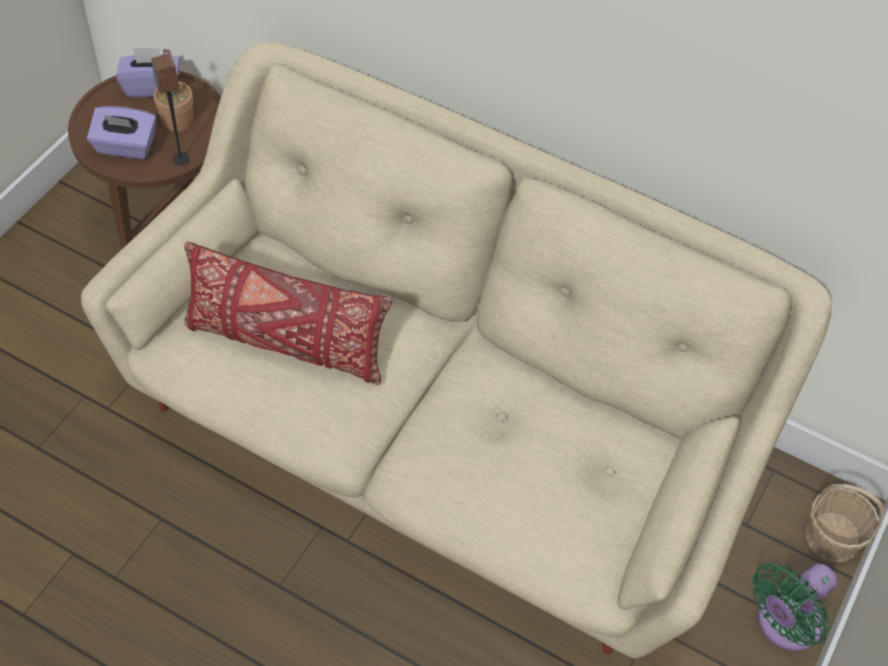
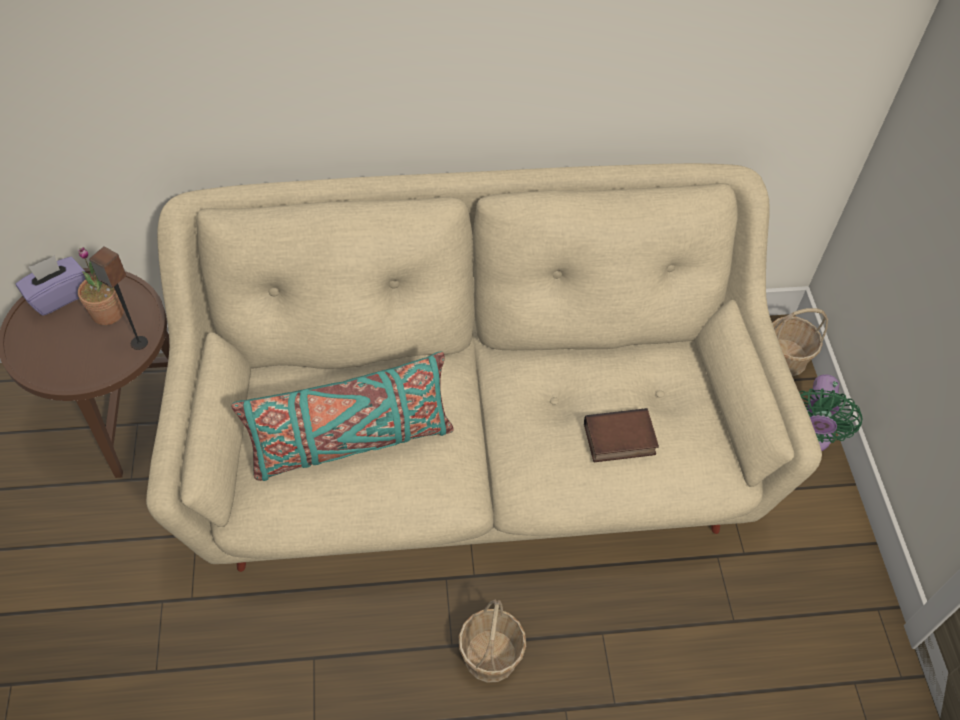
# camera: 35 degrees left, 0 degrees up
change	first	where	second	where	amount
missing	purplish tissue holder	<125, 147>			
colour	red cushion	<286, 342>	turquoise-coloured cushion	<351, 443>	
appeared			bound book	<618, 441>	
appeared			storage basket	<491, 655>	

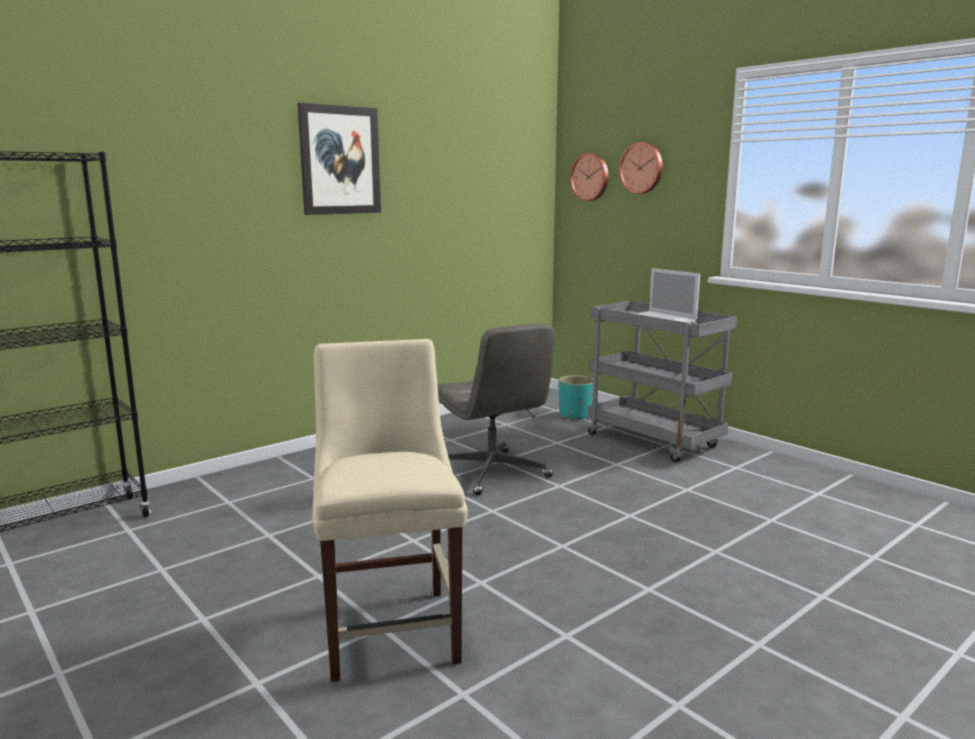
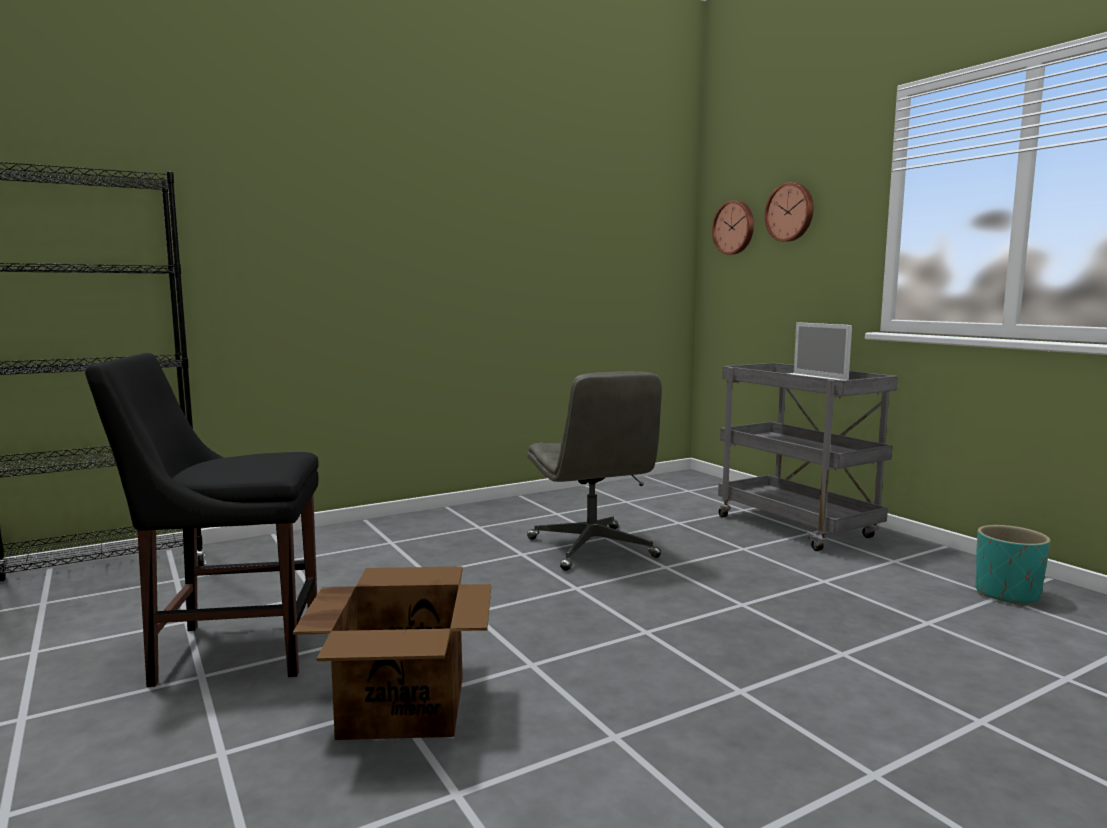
# camera: 10 degrees right, 5 degrees down
change	first	where	second	where	amount
missing	wall art	<340, 160>			
exchanged	sand-coloured upright chair	<391, 627>	carton	<404, 705>	
relocated	turquoise-coloured plant pot	<575, 415>		<1007, 595>	
appeared			blackish upright chair	<230, 650>	

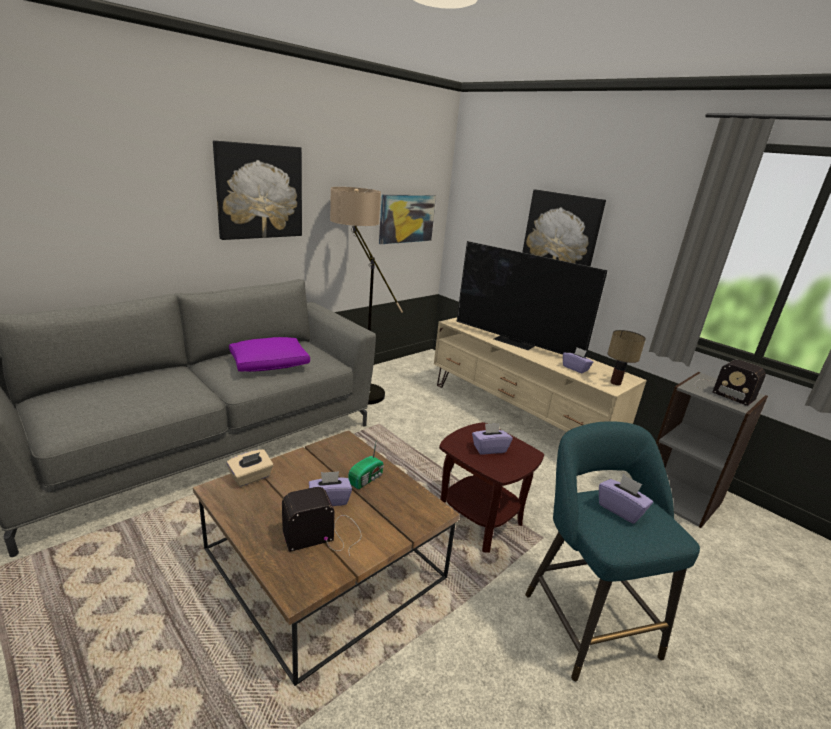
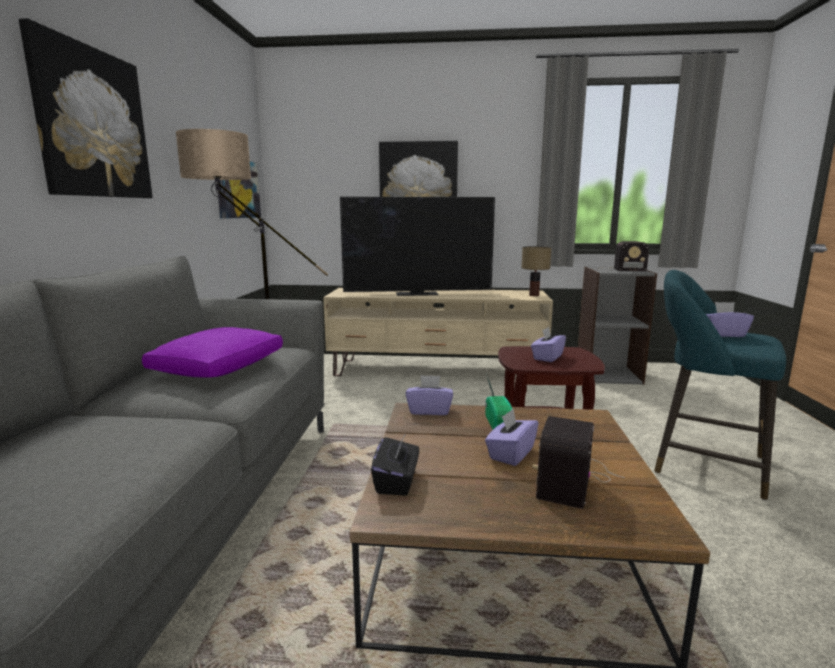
# camera: 40 degrees left, 10 degrees down
change	first	where	second	where	amount
relocated	purplish tissue holder	<575, 368>		<429, 410>	
colour	sand-coloured tissue holder	<251, 477>	blackish tissue holder	<397, 482>	

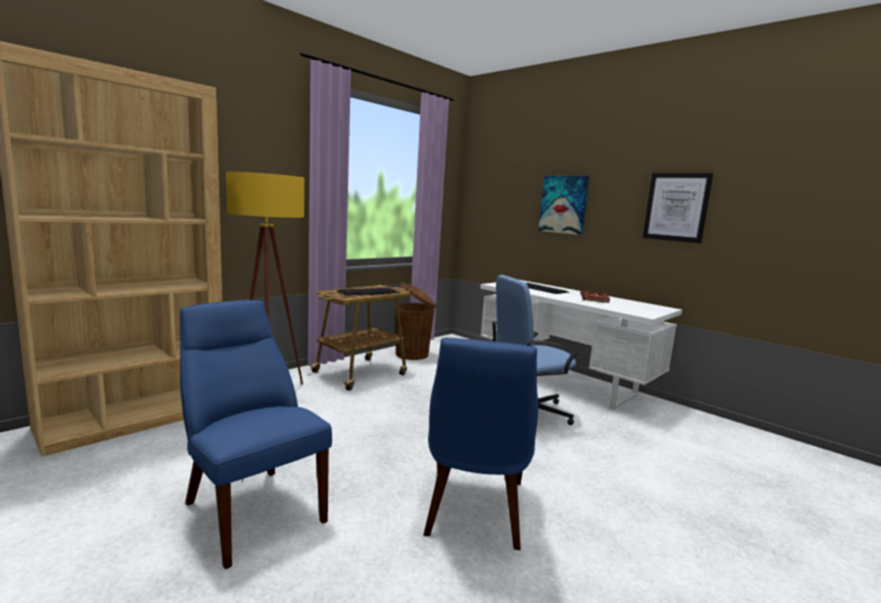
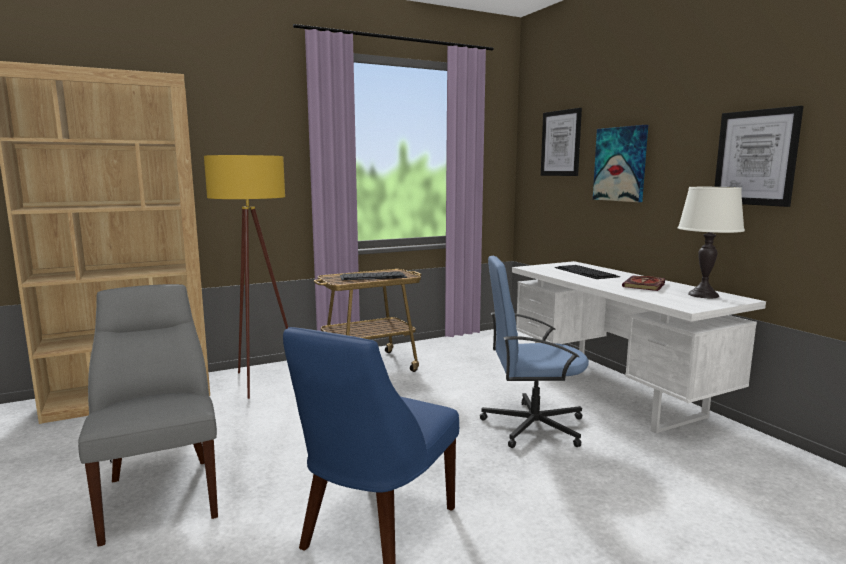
# camera: 20 degrees right, 0 degrees up
change	first	where	second	where	amount
missing	brownish rubbish bin	<413, 354>			
colour	blue upright chair	<251, 509>	gray upright chair	<161, 494>	
appeared			wall art	<561, 143>	
appeared			white-coloured lamp for a table	<703, 295>	

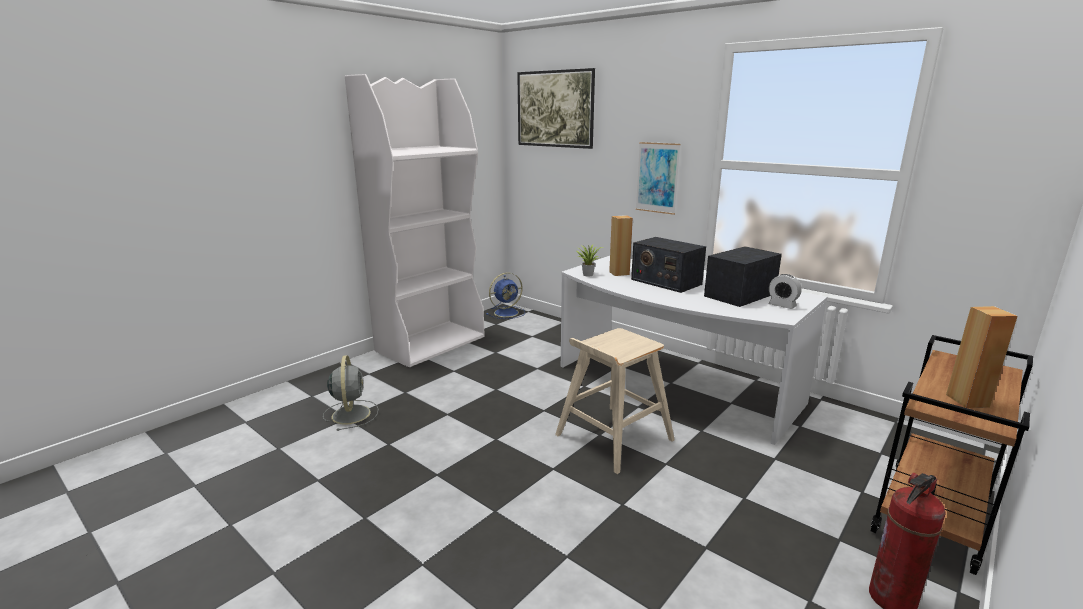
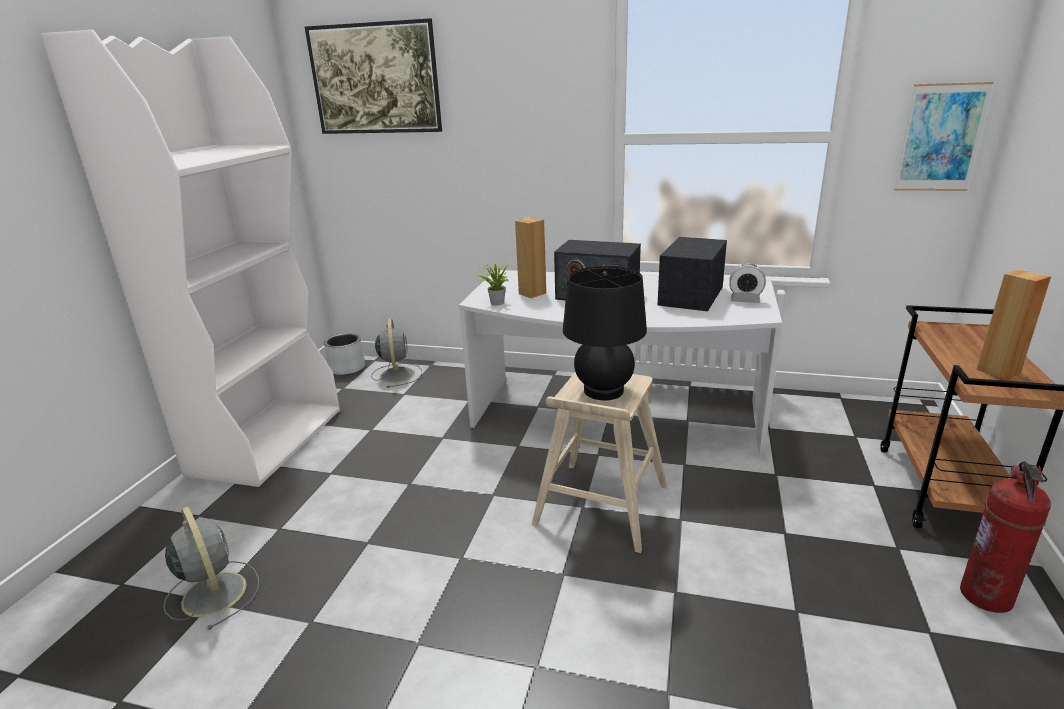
# camera: 25 degrees left, 5 degrees up
change	first	where	second	where	amount
relocated	wall art	<657, 178>		<940, 138>	
exchanged	blue electric fan	<507, 312>	gray plant pot	<347, 368>	
appeared			blackish lamp for a table	<603, 391>	
appeared			gray electric fan	<397, 374>	

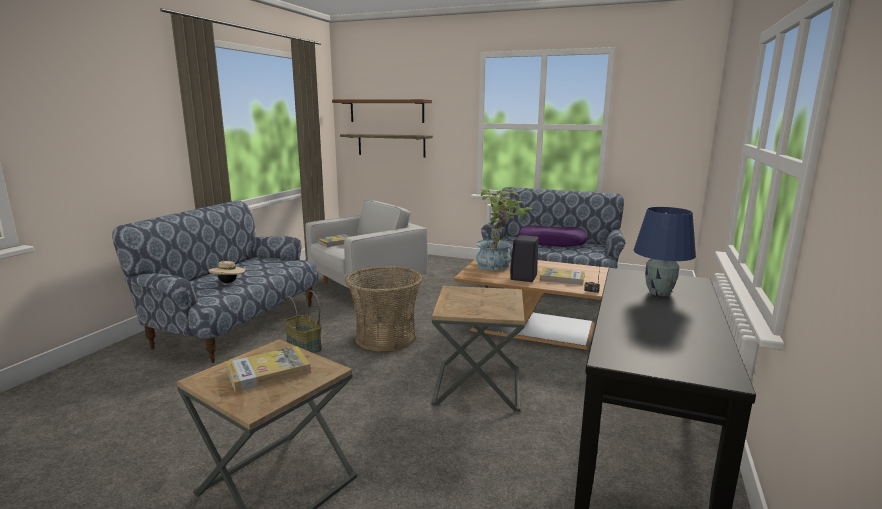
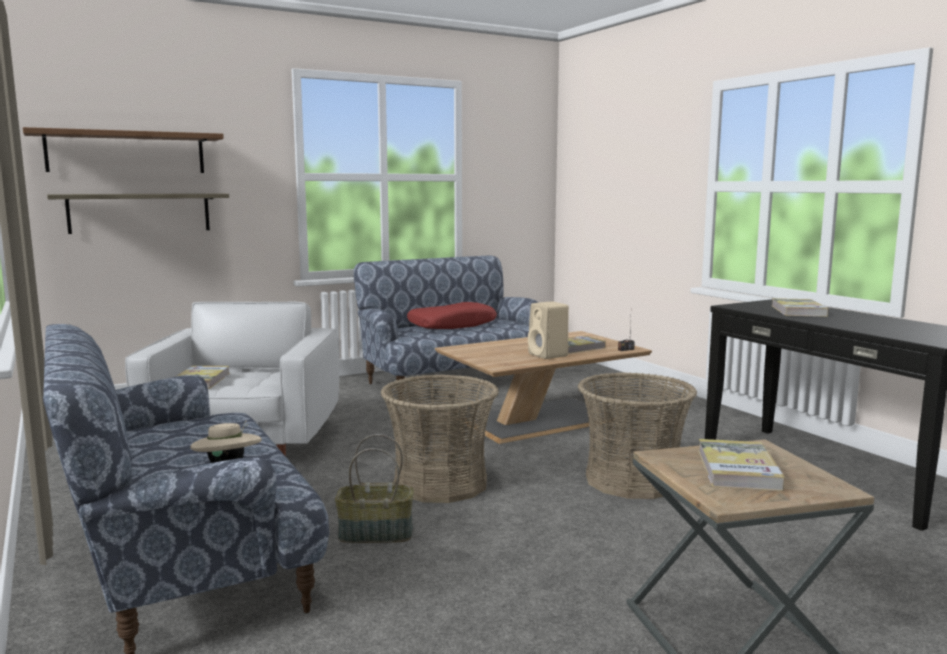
# camera: 50 degrees left, 5 degrees down
change	first	where	second	where	amount
missing	houseplant	<498, 265>			
exchanged	blue lamp for a table	<658, 293>	bound book	<798, 311>	
colour	purplish cushion	<551, 243>	red cushion	<452, 325>	
colour	blackish audio speaker	<523, 278>	sand-coloured audio speaker	<549, 355>	
exchanged	brownish accent table	<477, 386>	storage basket	<632, 480>	

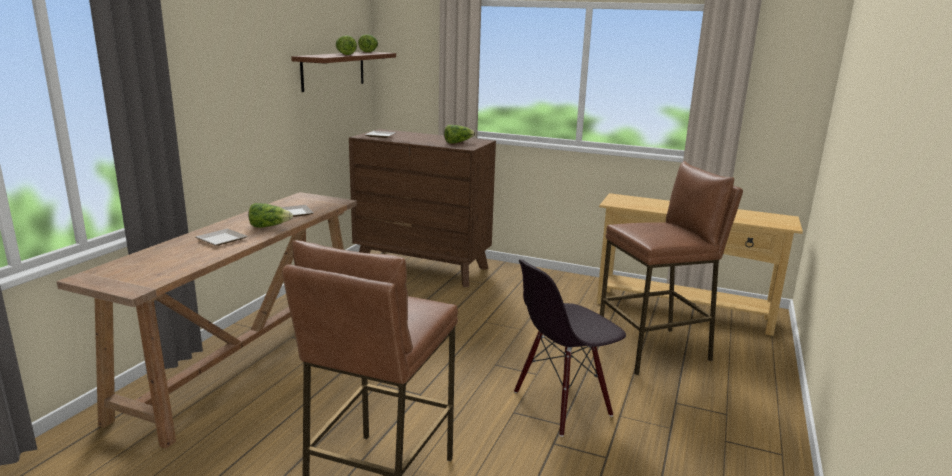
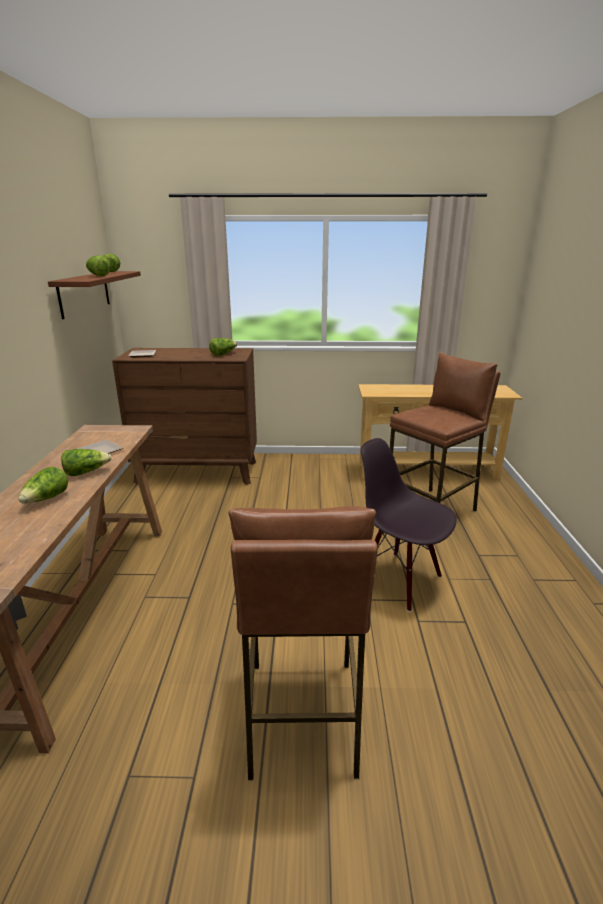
# camera: 20 degrees left, 5 degrees up
change	first	where	second	where	amount
exchanged	plate	<224, 239>	head of lettuce	<46, 499>	
spun	blackish upright chair	<562, 405>		<399, 581>	90 degrees clockwise

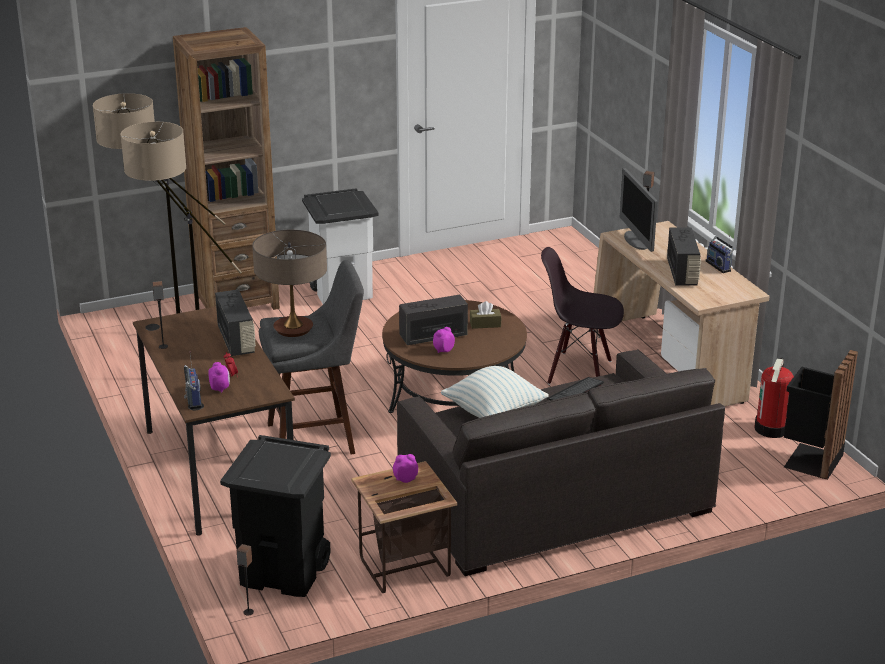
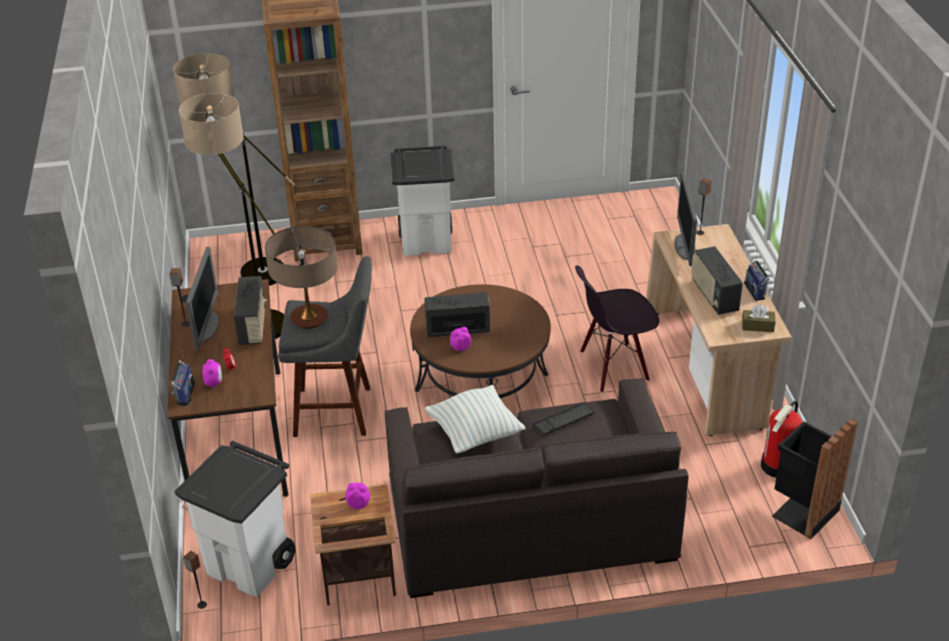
# camera: 15 degrees right, 10 degrees up
change	first	where	second	where	amount
spun	radio receiver	<682, 273>		<713, 296>	150 degrees clockwise
spun	blackish upright chair	<579, 371>		<613, 367>	45 degrees counterclockwise
relocated	brownish tissue holder	<485, 324>		<757, 326>	
colour	blackish rubbish bin	<285, 572>	white-coloured rubbish bin	<251, 565>	
appeared			monitor	<207, 327>	

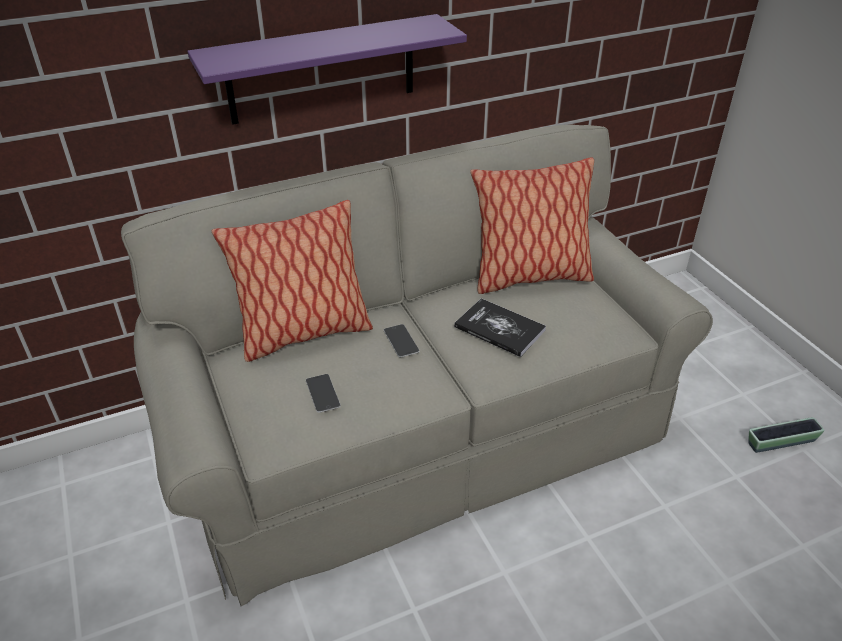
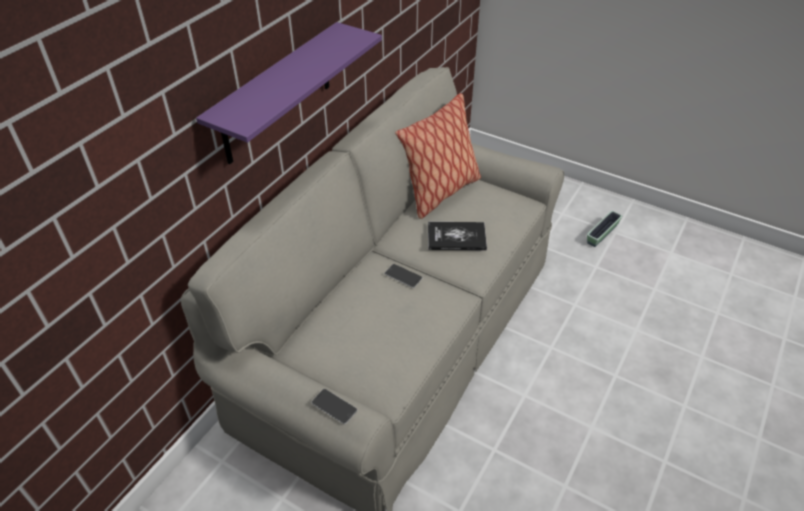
# camera: 35 degrees left, 5 degrees up
change	first	where	second	where	amount
missing	cushion	<304, 334>			
relocated	handset	<322, 393>		<334, 406>	

